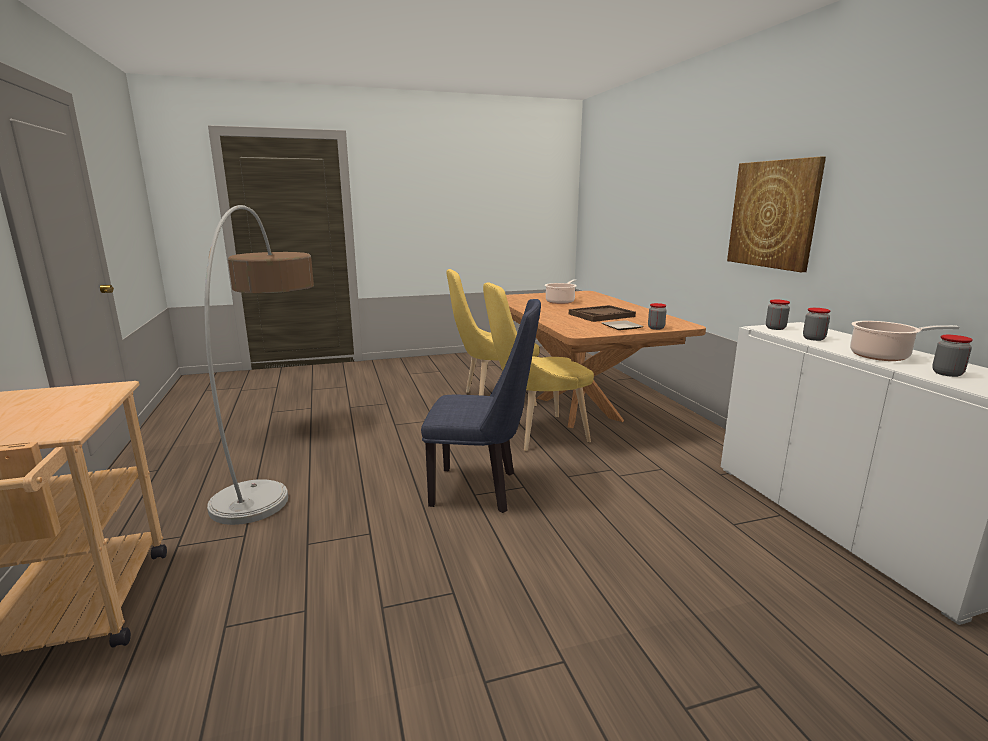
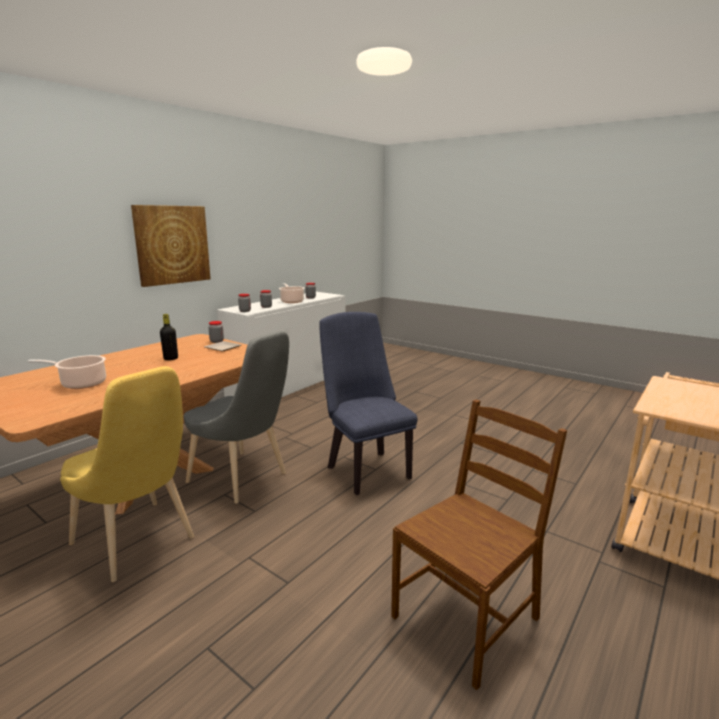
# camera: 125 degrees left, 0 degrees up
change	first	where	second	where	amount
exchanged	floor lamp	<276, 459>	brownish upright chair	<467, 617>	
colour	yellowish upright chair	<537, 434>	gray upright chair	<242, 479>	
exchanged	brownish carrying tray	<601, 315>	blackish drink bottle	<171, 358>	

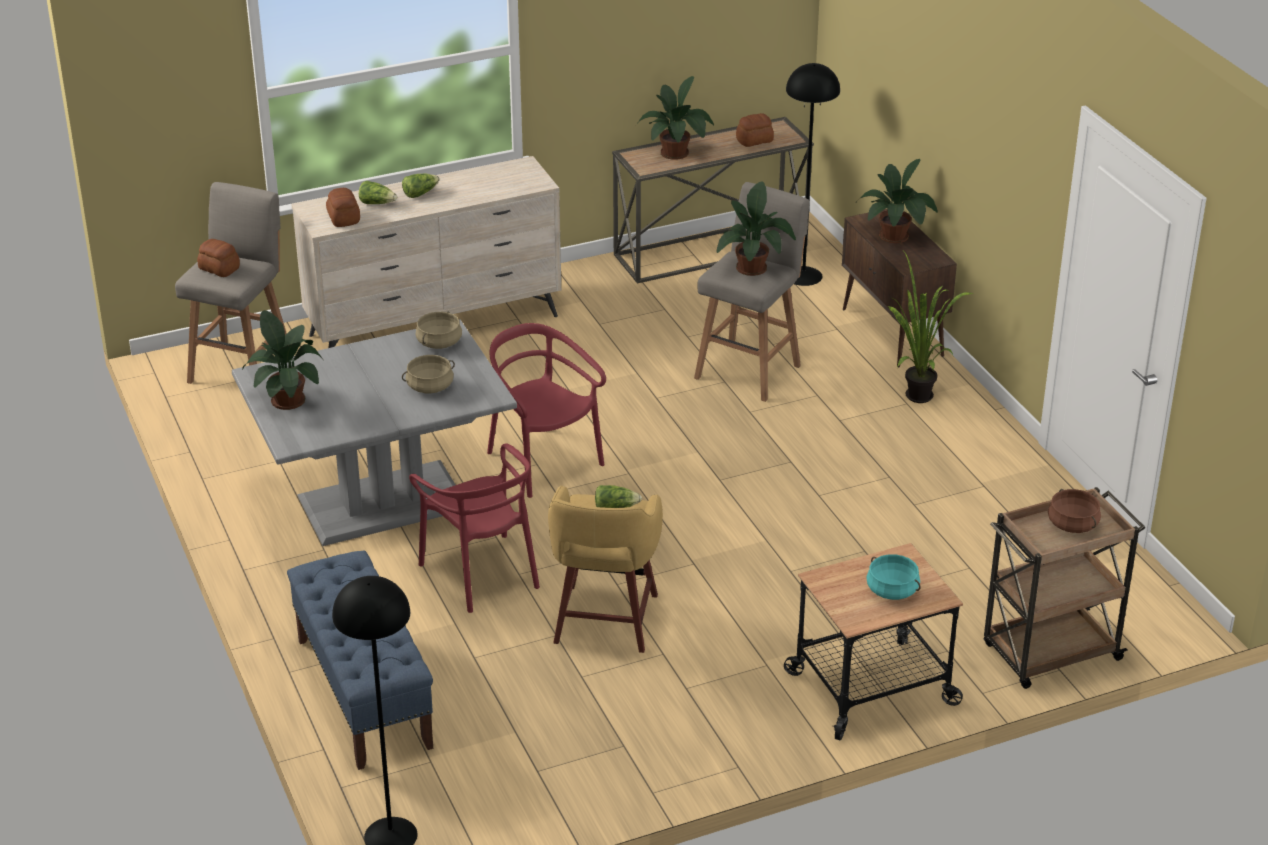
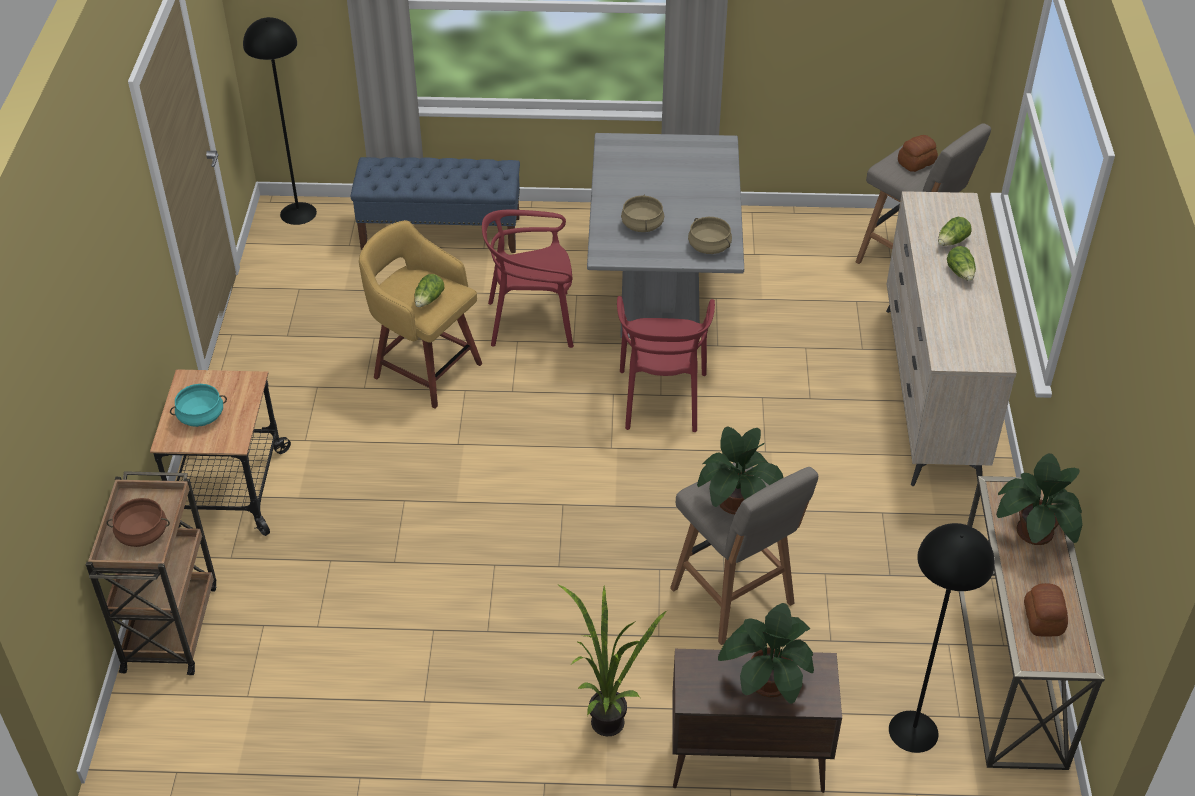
# camera: 115 degrees right, 10 degrees up
change	first	where	second	where	amount
missing	bread	<343, 218>			
missing	houseplant	<287, 398>			
spun	red upright chair	<543, 462>		<661, 399>	105 degrees clockwise

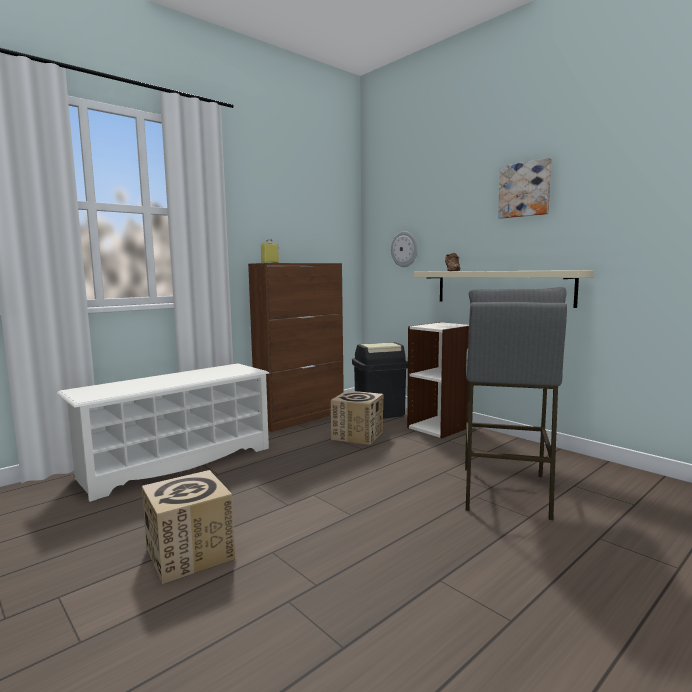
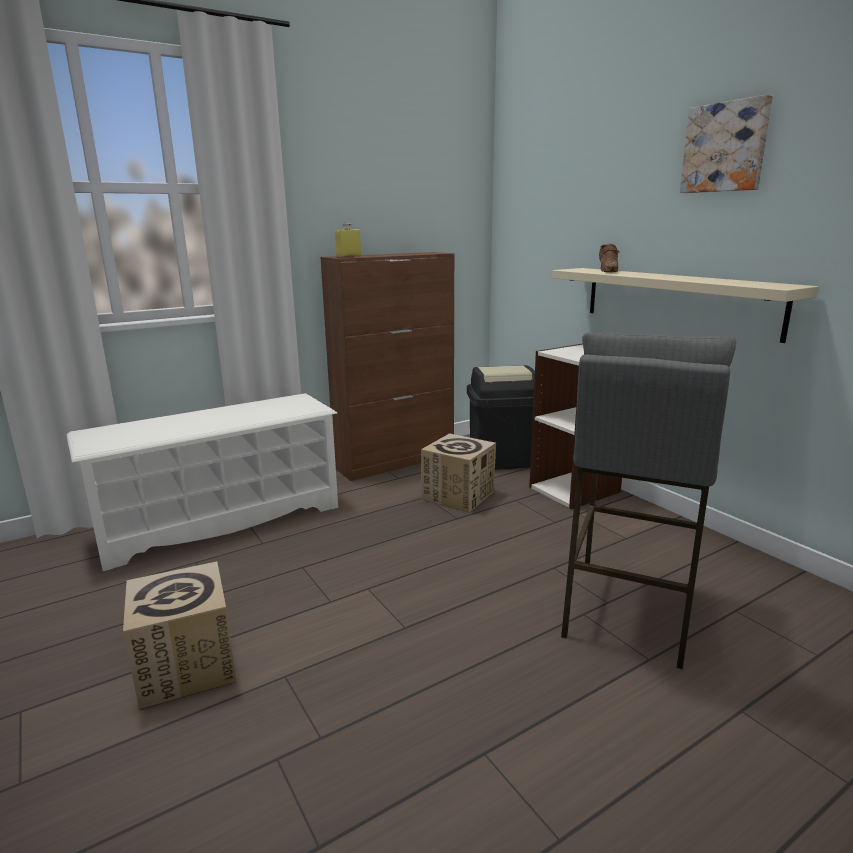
# camera: 10 degrees right, 10 degrees up
change	first	where	second	where	amount
missing	clock on the wall	<404, 249>			

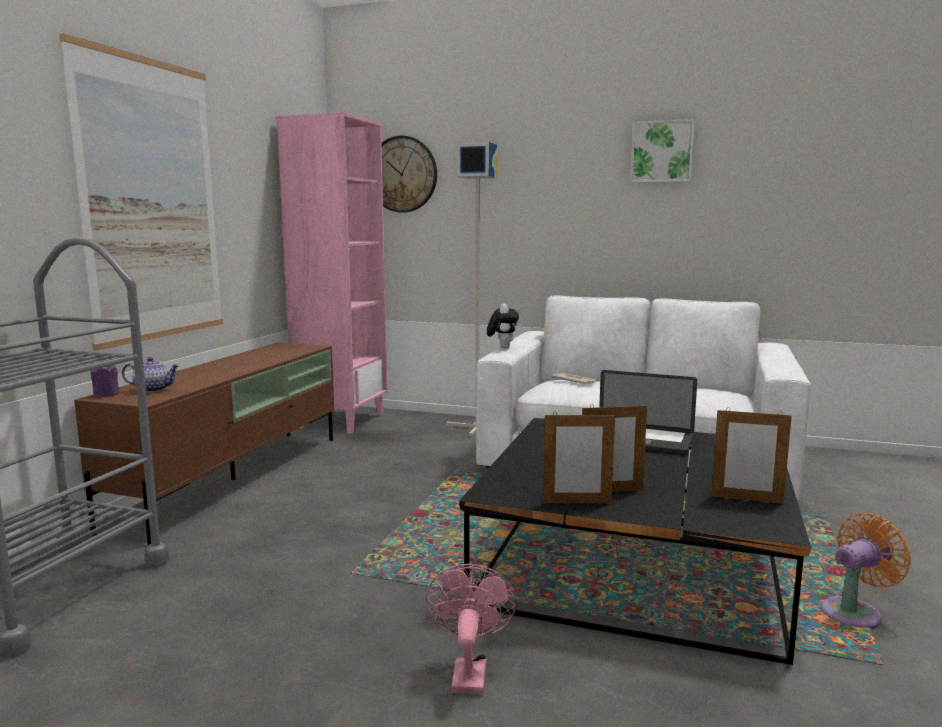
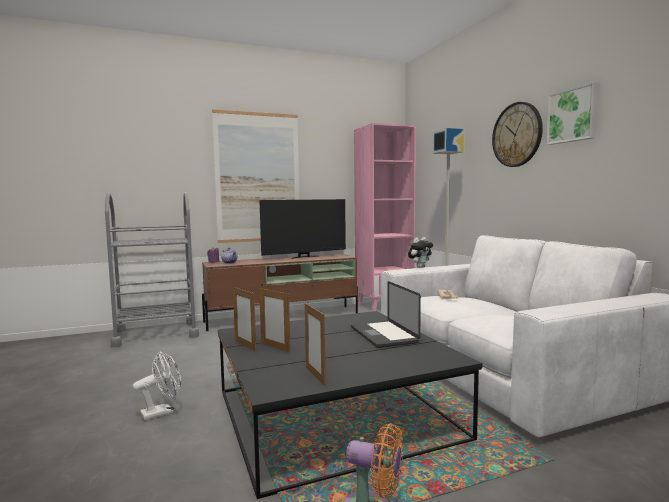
# camera: 50 degrees right, 5 degrees down
change	first	where	second	where	amount
relocated	clock on the wall	<402, 174>		<517, 135>	
colour	pink electric fan	<469, 672>	white-coloured electric fan	<162, 412>	
appeared			television	<304, 257>	

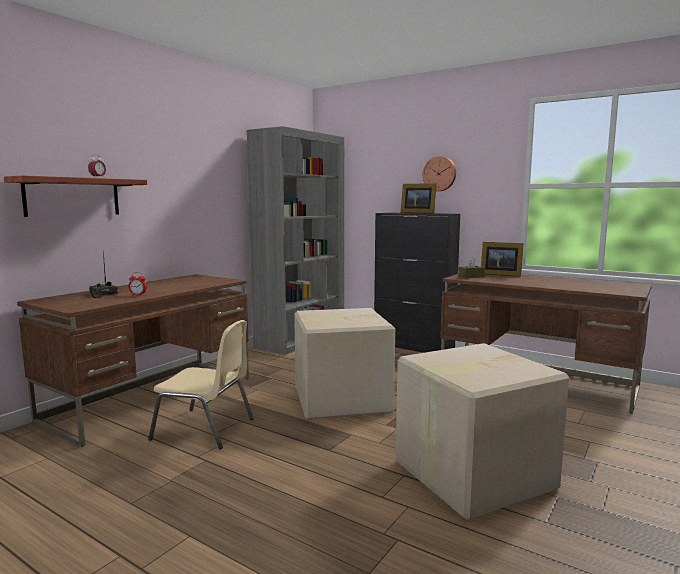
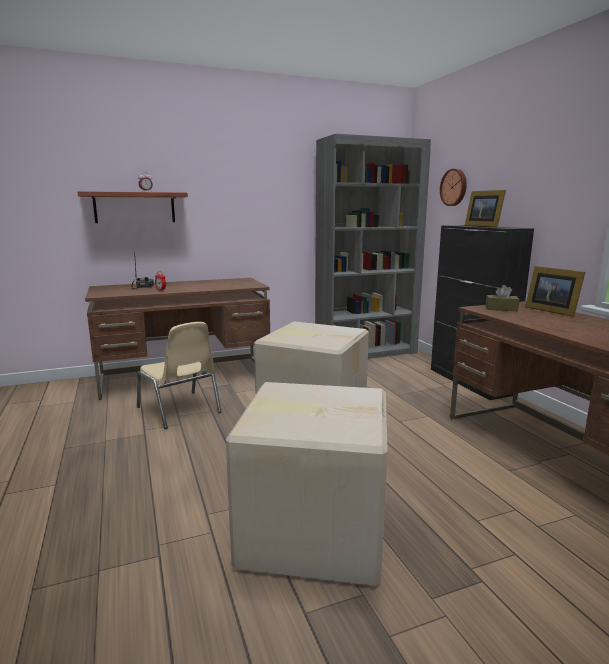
# camera: 35 degrees right, 5 degrees up
change	first	where	second	where	amount
relocated	clock on the wall	<440, 173>		<454, 187>	

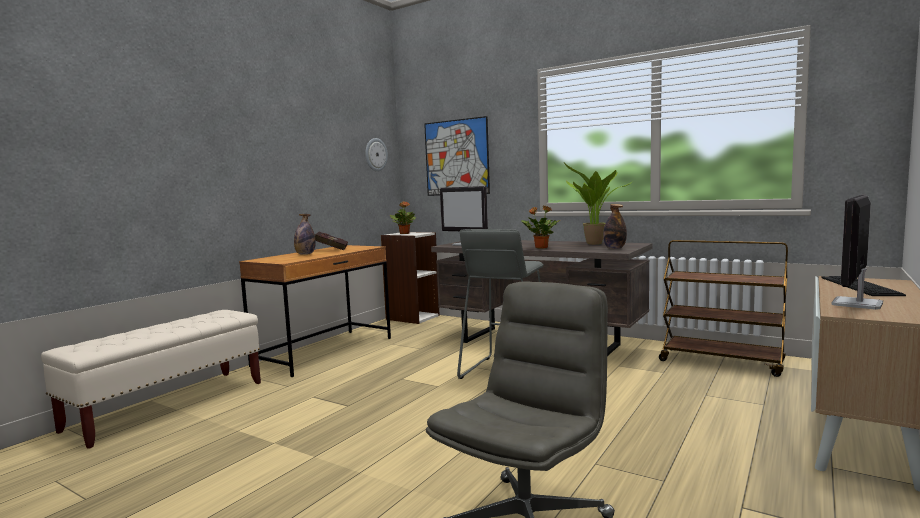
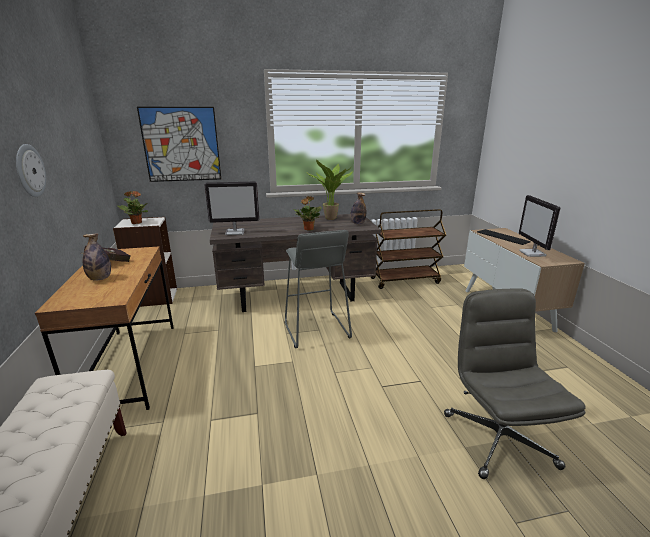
# camera: 45 degrees left, 15 degrees up
change	first	where	second	where	amount
relocated	clock on the wall	<375, 154>		<29, 171>	

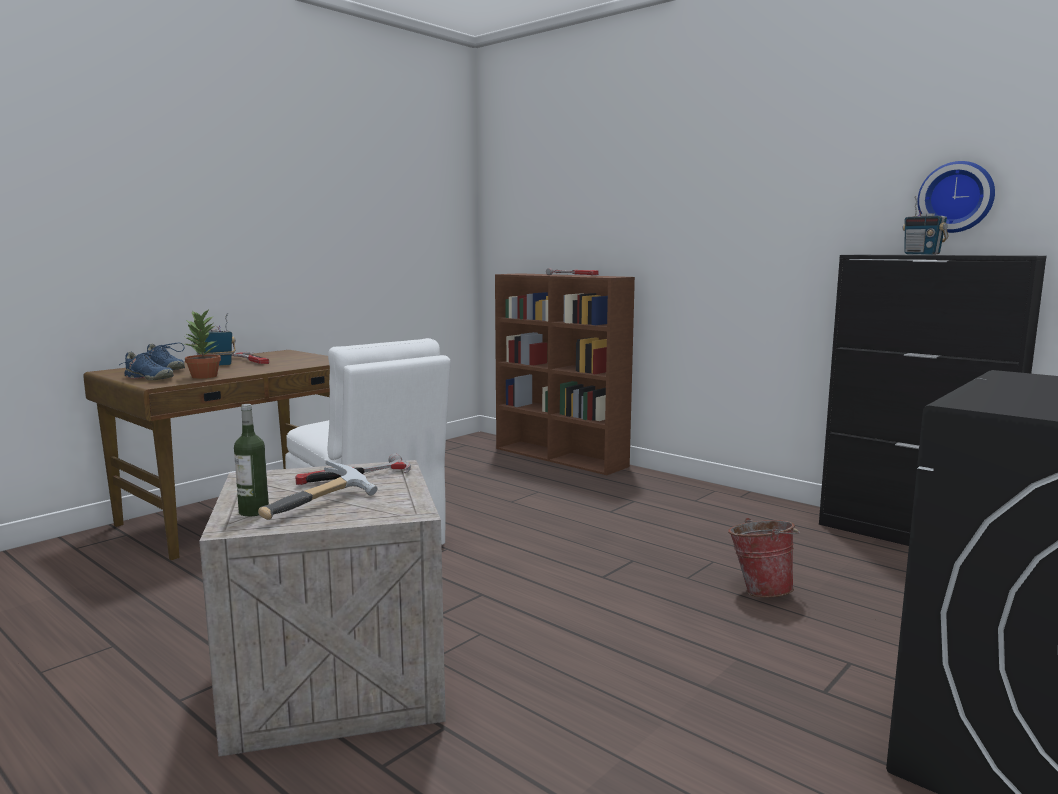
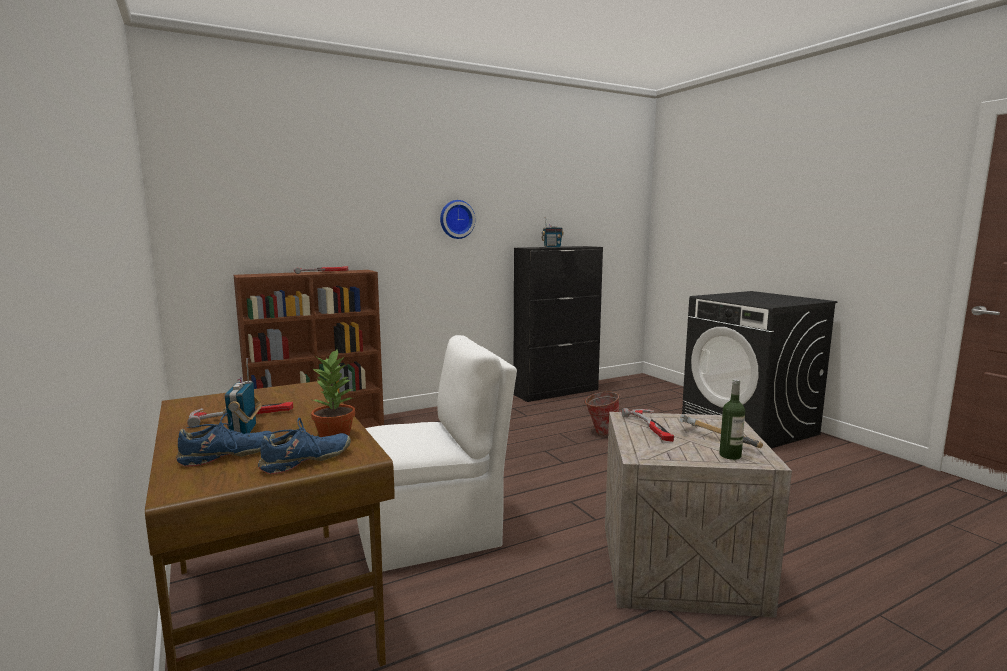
# camera: 70 degrees left, 0 degrees up
change	first	where	second	where	amount
relocated	clock on the wall	<956, 197>		<456, 219>	

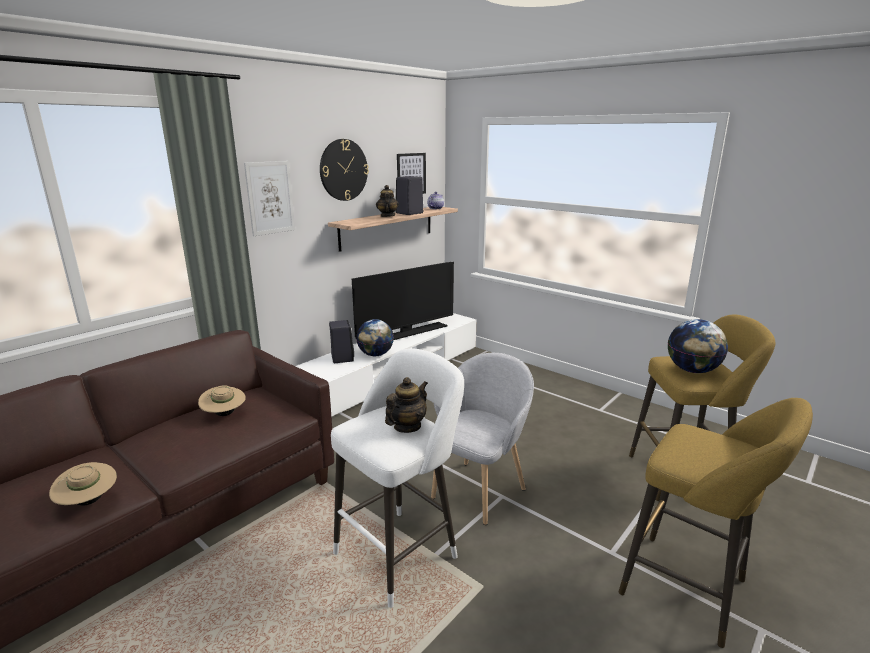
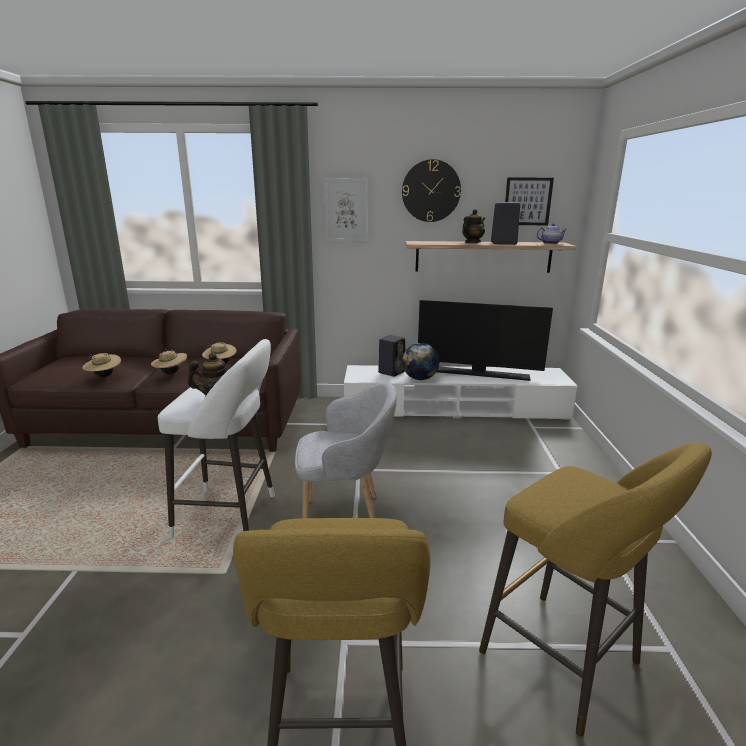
# camera: 50 degrees right, 0 degrees up
change	first	where	second	where	amount
missing	globe	<692, 370>			
appeared			sand-coloured hat	<170, 373>	

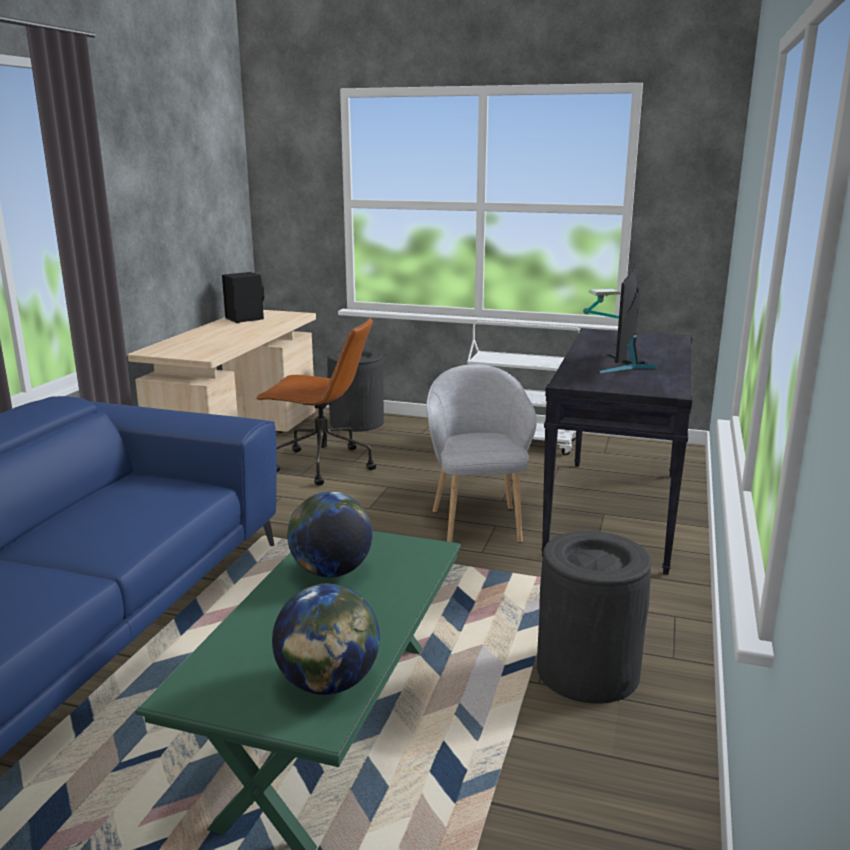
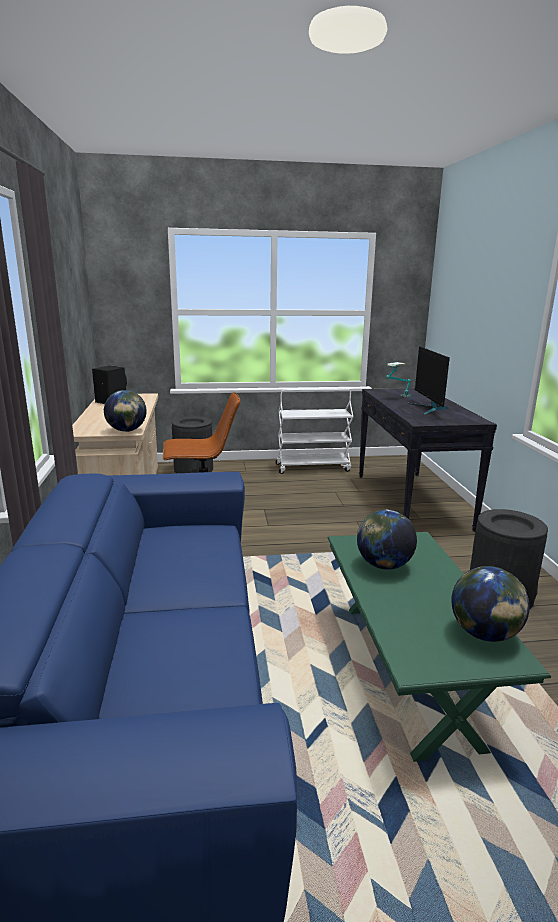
# camera: 25 degrees left, 0 degrees up
change	first	where	second	where	amount
missing	gray armchair	<478, 524>			
appeared			globe	<127, 431>	

